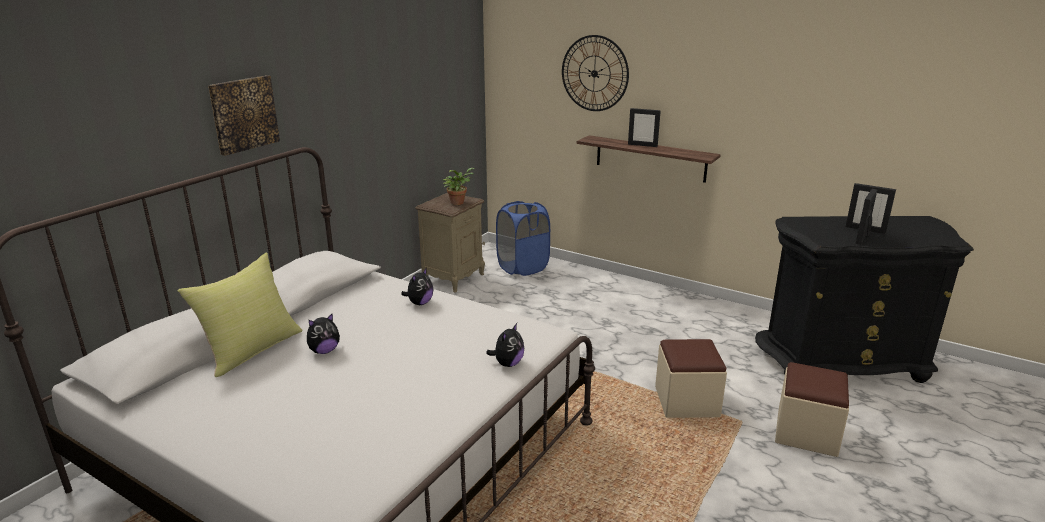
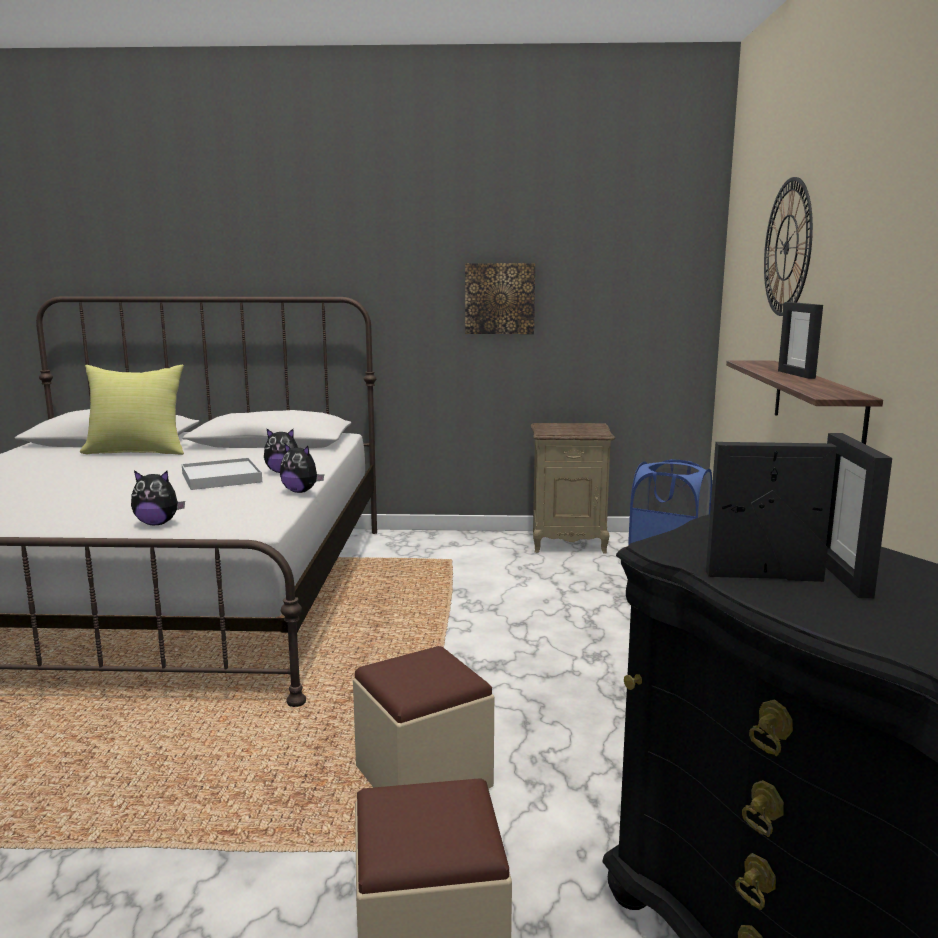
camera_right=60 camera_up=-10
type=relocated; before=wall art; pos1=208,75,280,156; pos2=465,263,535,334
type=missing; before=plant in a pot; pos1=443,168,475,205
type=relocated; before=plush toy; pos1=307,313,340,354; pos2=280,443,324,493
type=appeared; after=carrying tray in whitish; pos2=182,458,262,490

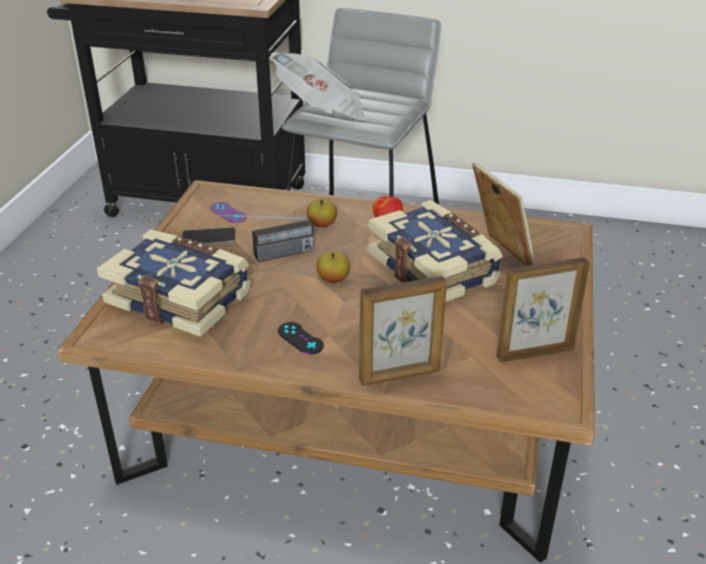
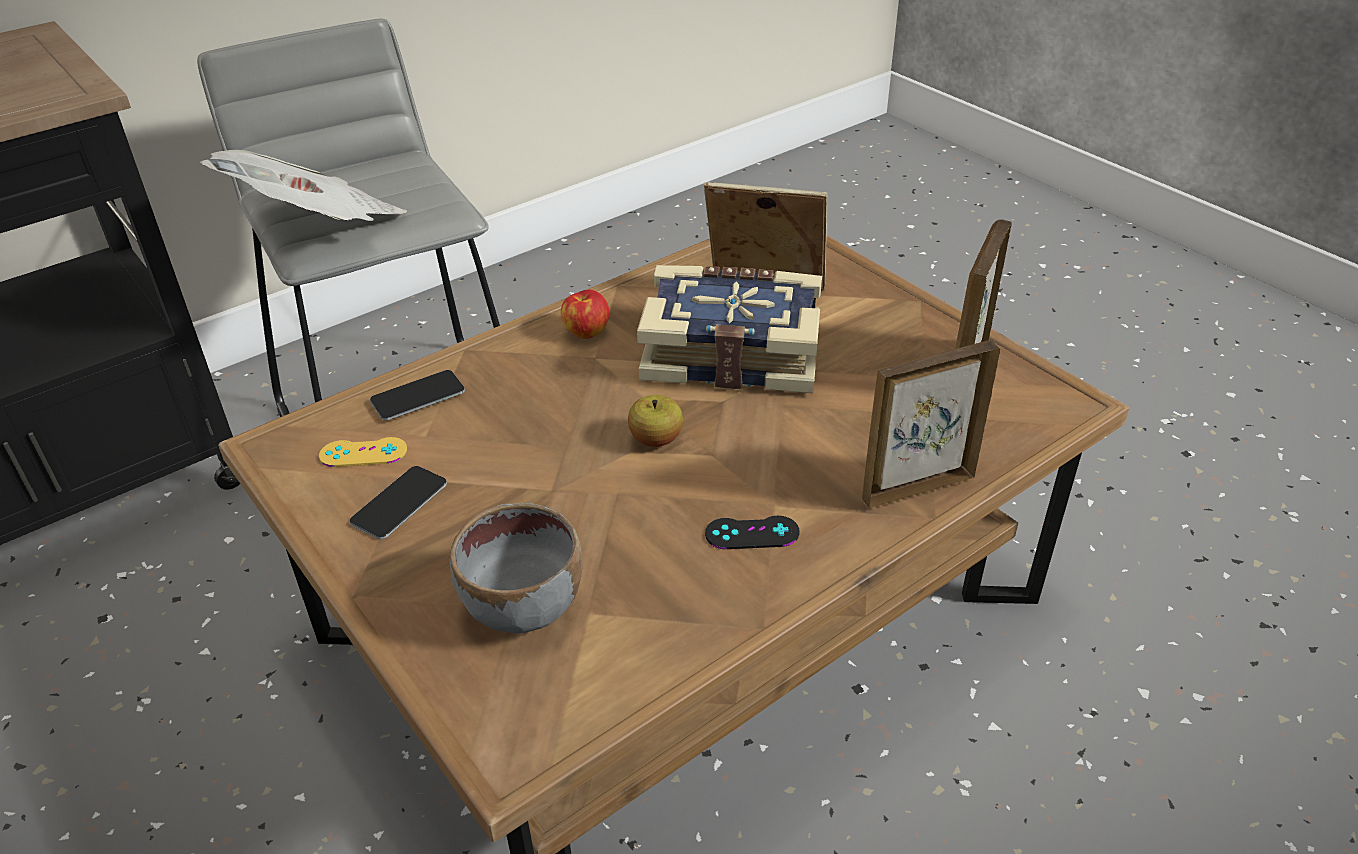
camera_right=-50 camera_up=5
type=missing; before=whole apple; pos1=307,199,337,227
type=colour; before=joypad in purple-coloured; after=joypad in yellowish; pos1=210,202,247,223; pos2=319,437,407,467
type=missing; before=radio; pos1=218,215,314,262
type=exchanged; before=bound book; after=serving bowl in greyish; pos1=97,229,251,337; pos2=449,503,583,634
type=spun; before=photo frame; pos1=359,276,447,386; pos2=862,340,1000,509; turn=-135
type=appeared; after=telephone; pos2=370,370,465,421

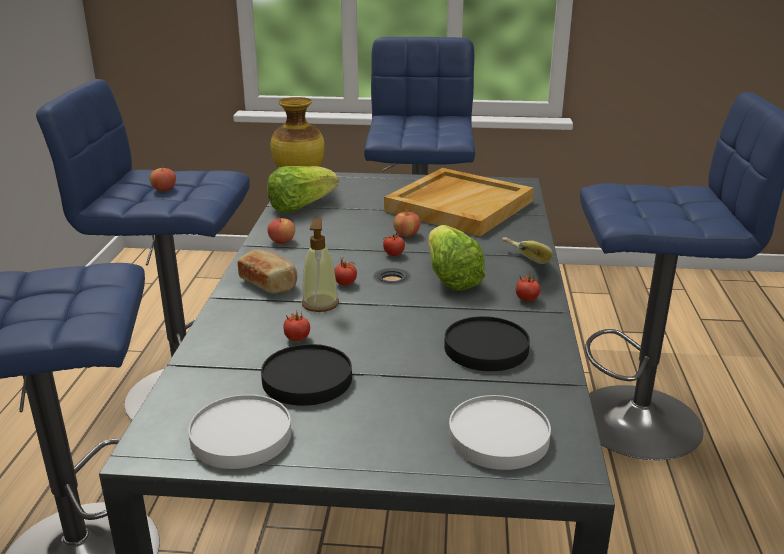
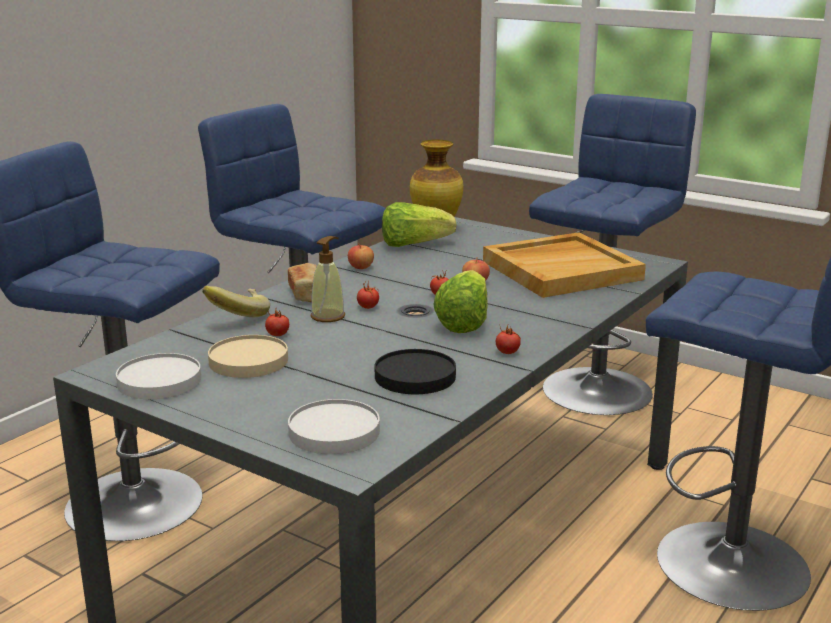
camera_right=30 camera_up=-5
type=missing; before=whole apple; pos1=150,166,176,191
type=relocated; before=banana; pos1=502,237,553,264; pos2=202,286,270,317
type=colour; before=dinner plate in black-coloured; after=dinner plate in beige-coloured; pos1=261,344,352,406; pos2=208,335,288,378

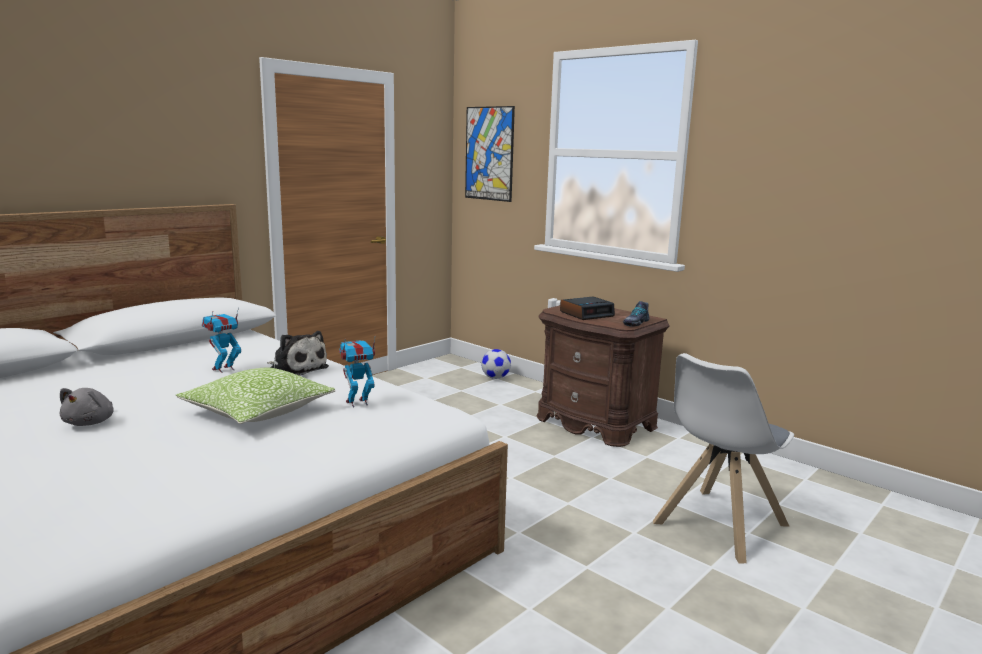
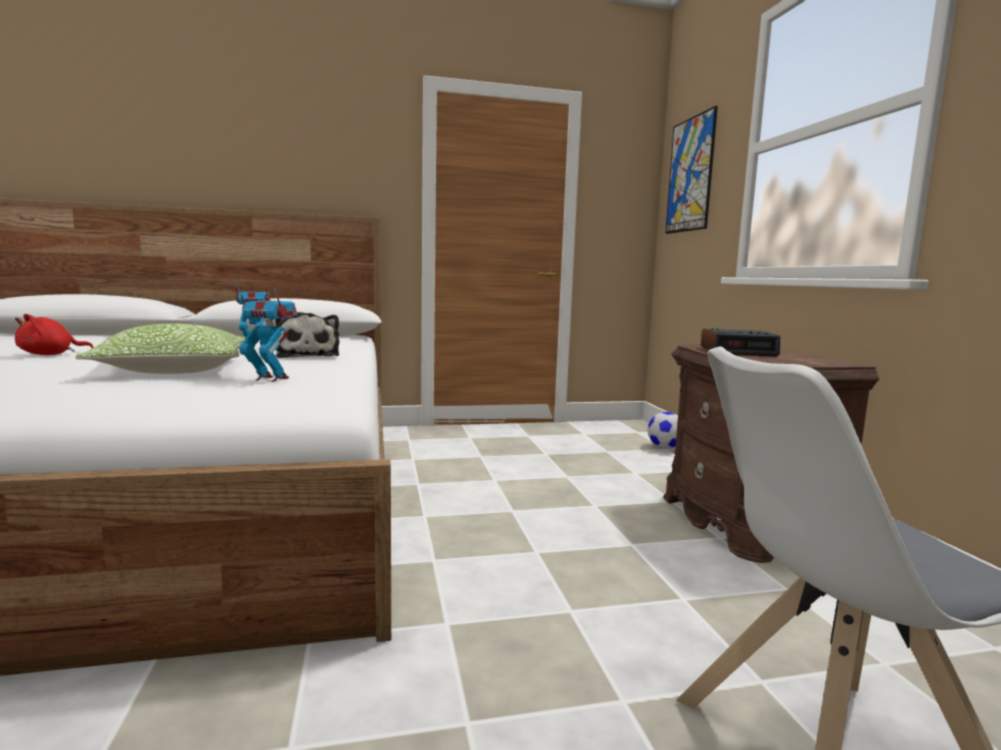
camera_right=35 camera_up=-5
type=missing; before=shoe; pos1=623,301,650,327
type=colour; before=plush toy in greyish; after=plush toy in reddish; pos1=60,388,114,426; pos2=15,314,94,355

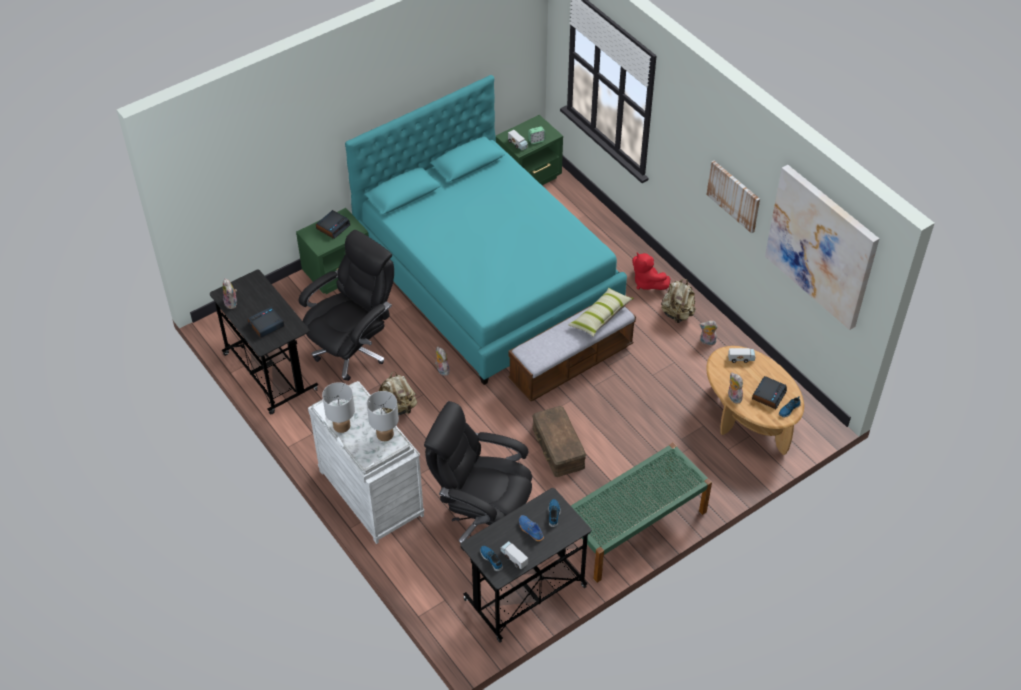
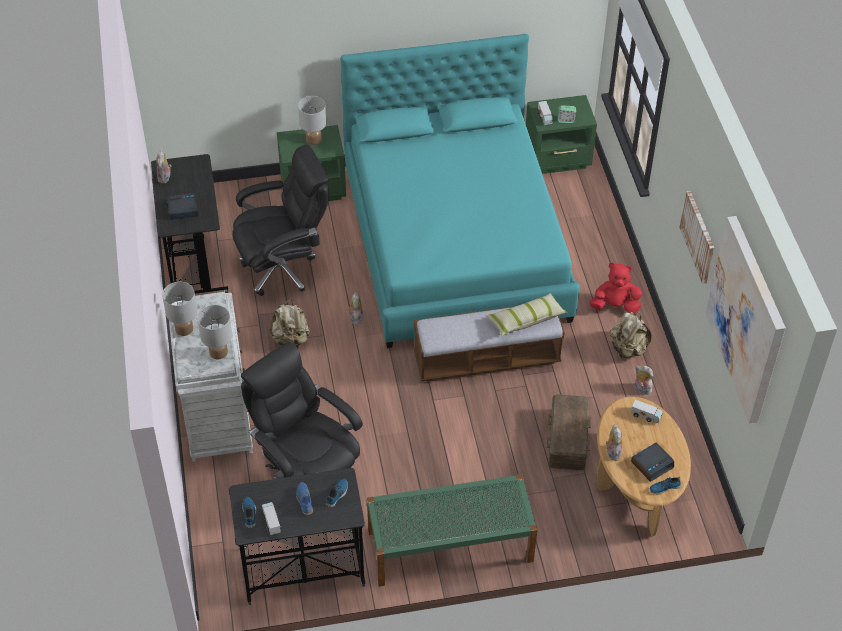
camera_right=25 camera_up=0
type=exchanged; before=bedside clock; after=lamp for a table in greyish; pos1=316,210,350,239; pos2=298,96,326,145
type=spun; before=plush toy in reddish; pos1=632,252,670,290; pos2=589,263,642,313; turn=105
type=relocated; before=storage bin in brown; pos1=533,406,586,477; pos2=547,394,591,470

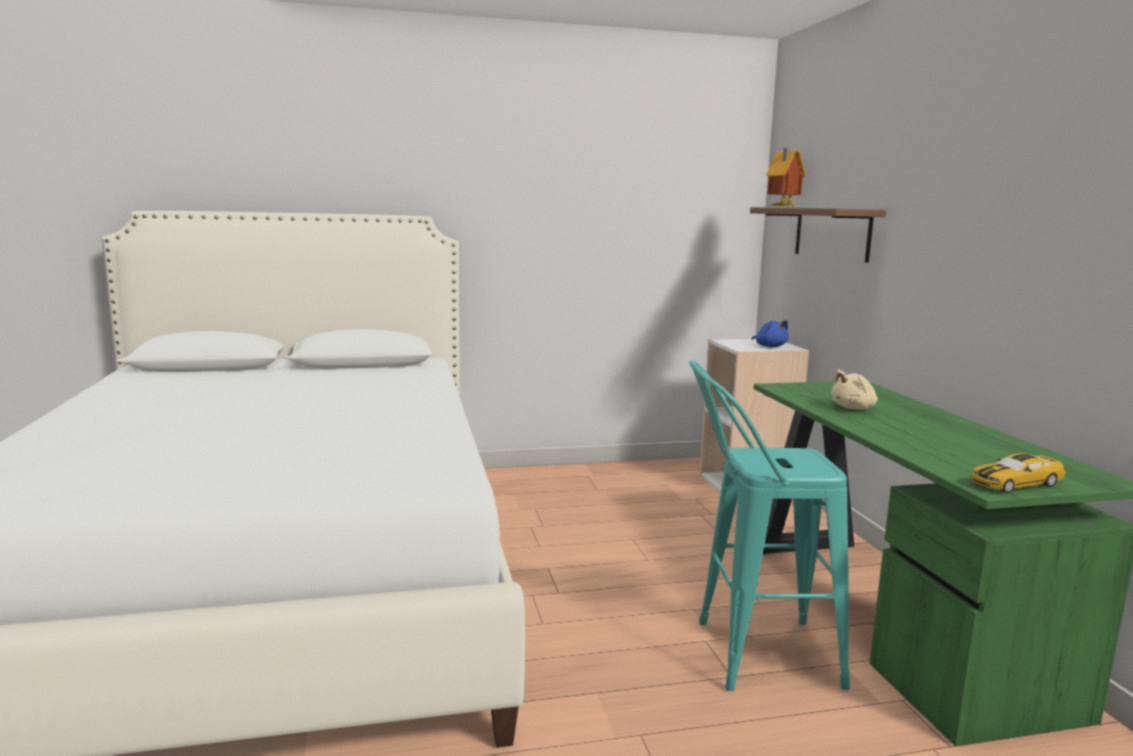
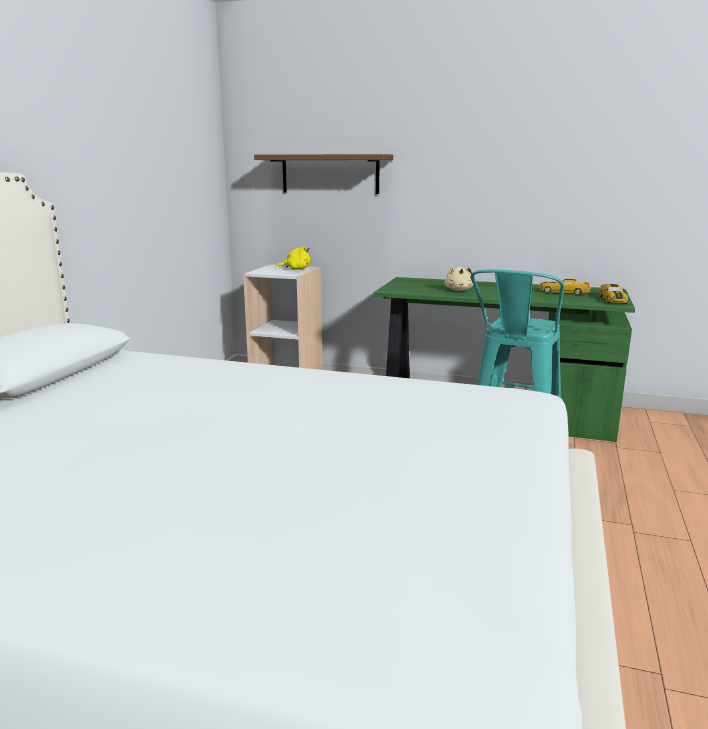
camera_right=-60 camera_up=5
type=missing; before=miniature house; pos1=766,148,806,207
type=colour; before=plush toy in blue-coloured; after=plush toy in yellowish; pos1=752,320,789,347; pos2=276,246,311,270
type=appeared; after=model car; pos2=539,279,591,296

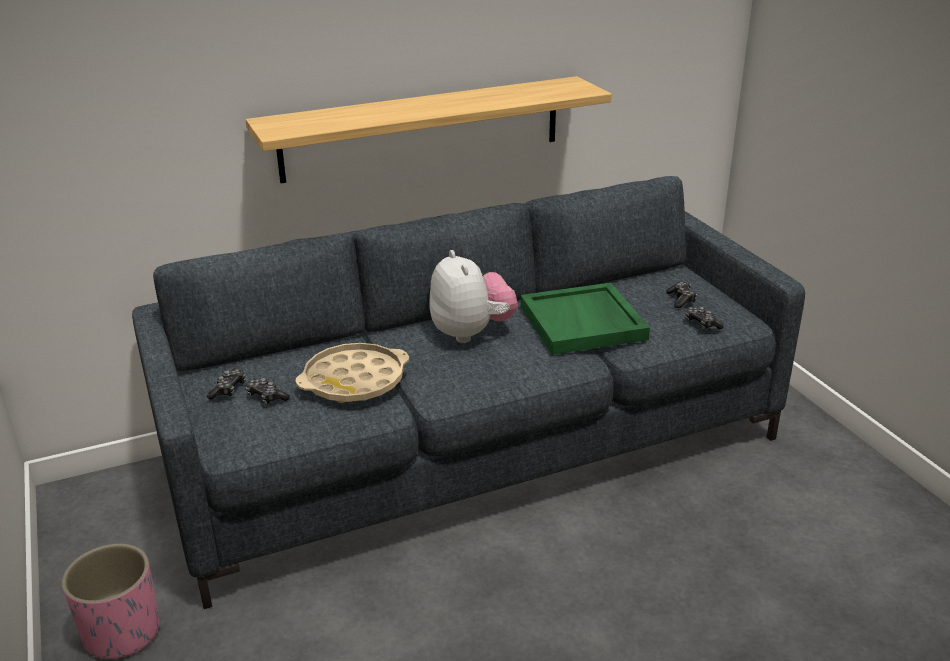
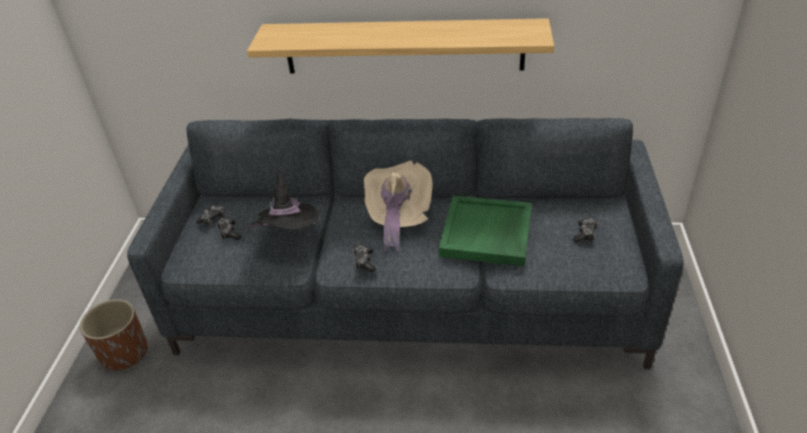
camera_right=30 camera_up=10
type=exchanged; before=plush toy; after=clothing hat in beige-coloured; pos1=430,250,517,343; pos2=364,161,433,251
type=relocated; before=joypad; pos1=685,307,724,330; pos2=353,245,376,272
type=exchanged; before=carrying tray in beige-coloured; after=clothing hat in black-coloured; pos1=295,343,409,403; pos2=246,173,319,230
type=colour; before=plant pot in pink-coloured; after=plant pot in brown; pos1=62,544,160,659; pos2=80,299,148,371

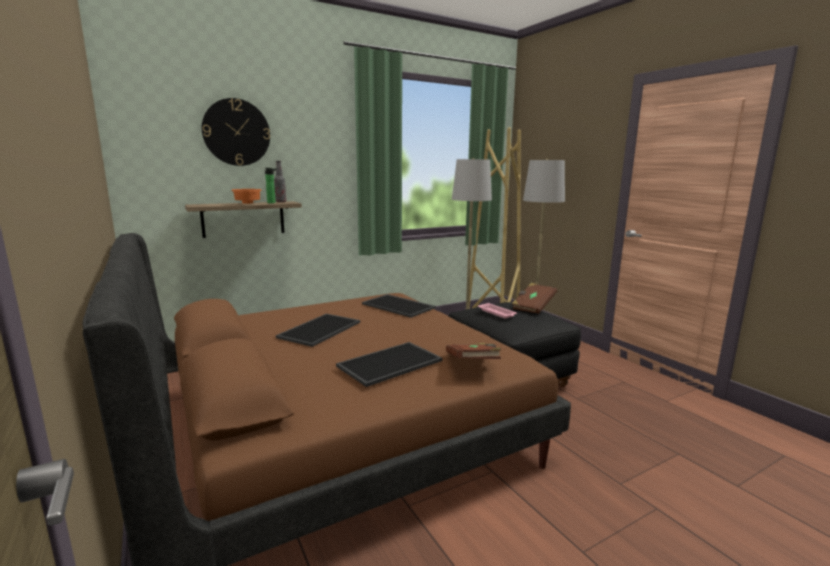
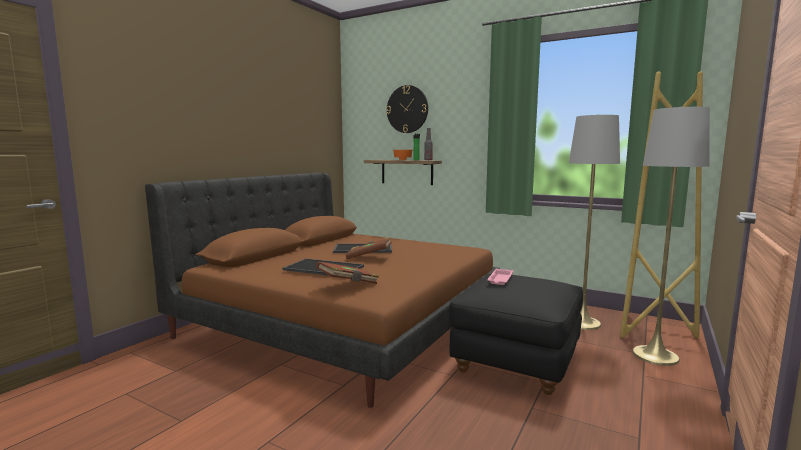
camera_right=60 camera_up=-5
type=relocated; before=bound book in brown; pos1=512,283,557,314; pos2=346,237,392,259
type=missing; before=carrying tray; pos1=362,294,435,318

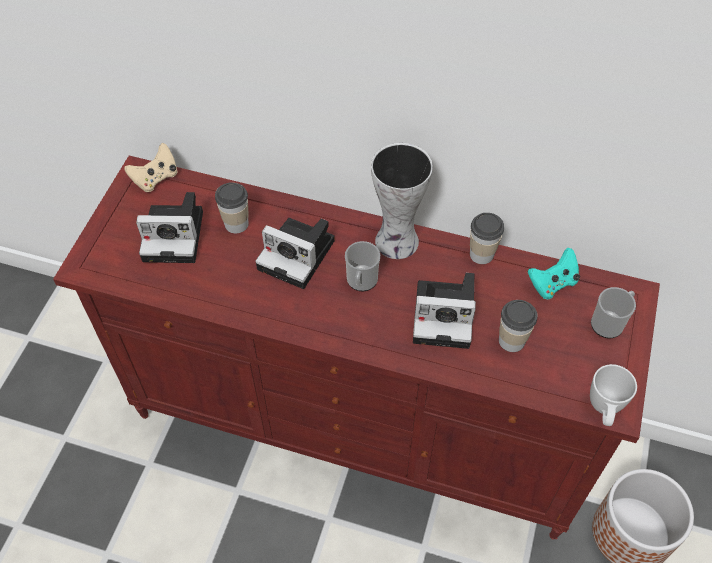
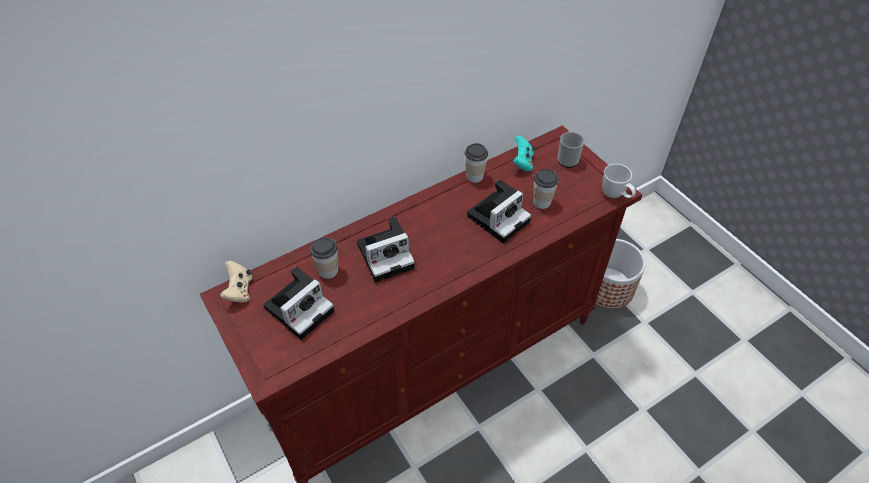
camera_right=-50 camera_up=-5
type=missing; before=vase; pos1=371,143,433,259
type=missing; before=mug; pos1=345,241,380,291

